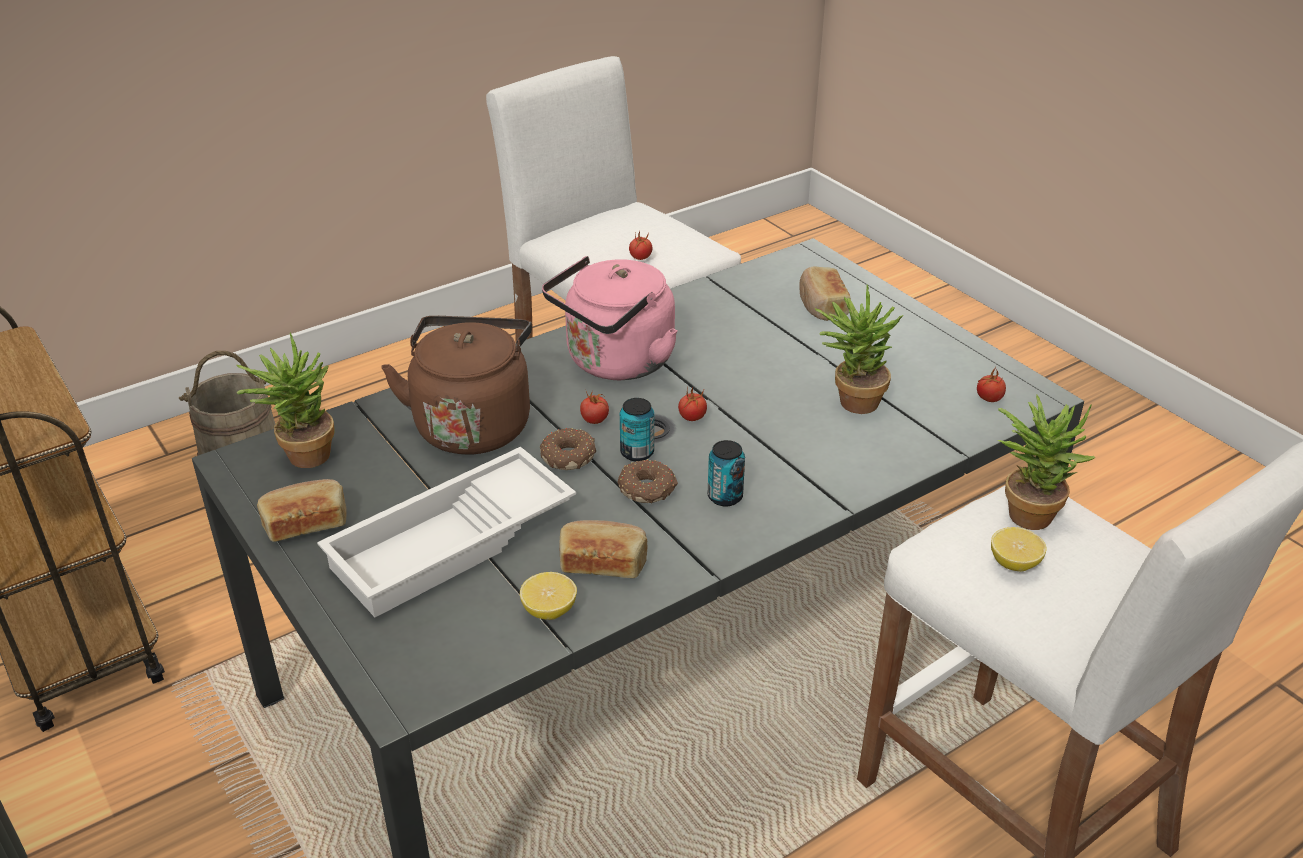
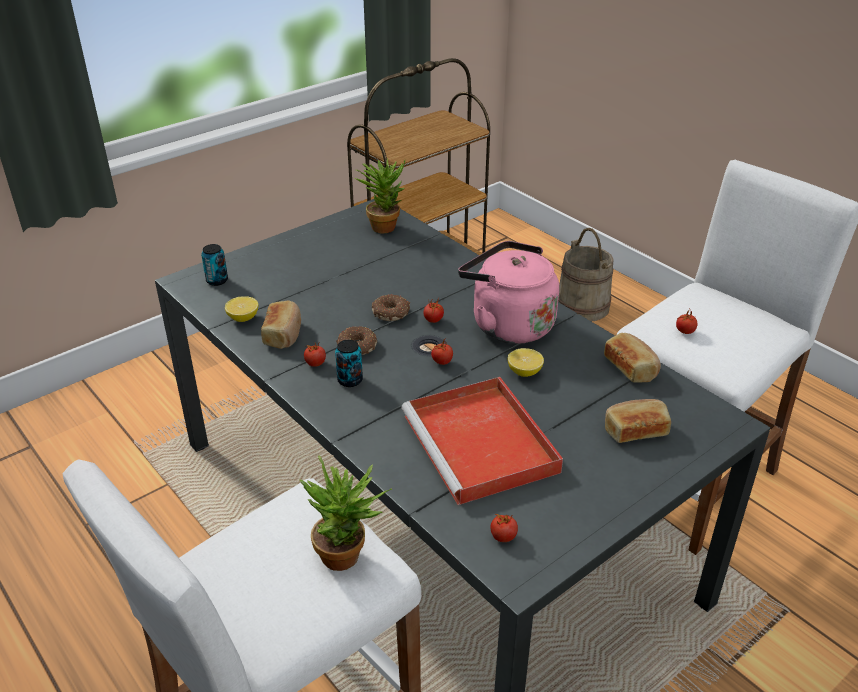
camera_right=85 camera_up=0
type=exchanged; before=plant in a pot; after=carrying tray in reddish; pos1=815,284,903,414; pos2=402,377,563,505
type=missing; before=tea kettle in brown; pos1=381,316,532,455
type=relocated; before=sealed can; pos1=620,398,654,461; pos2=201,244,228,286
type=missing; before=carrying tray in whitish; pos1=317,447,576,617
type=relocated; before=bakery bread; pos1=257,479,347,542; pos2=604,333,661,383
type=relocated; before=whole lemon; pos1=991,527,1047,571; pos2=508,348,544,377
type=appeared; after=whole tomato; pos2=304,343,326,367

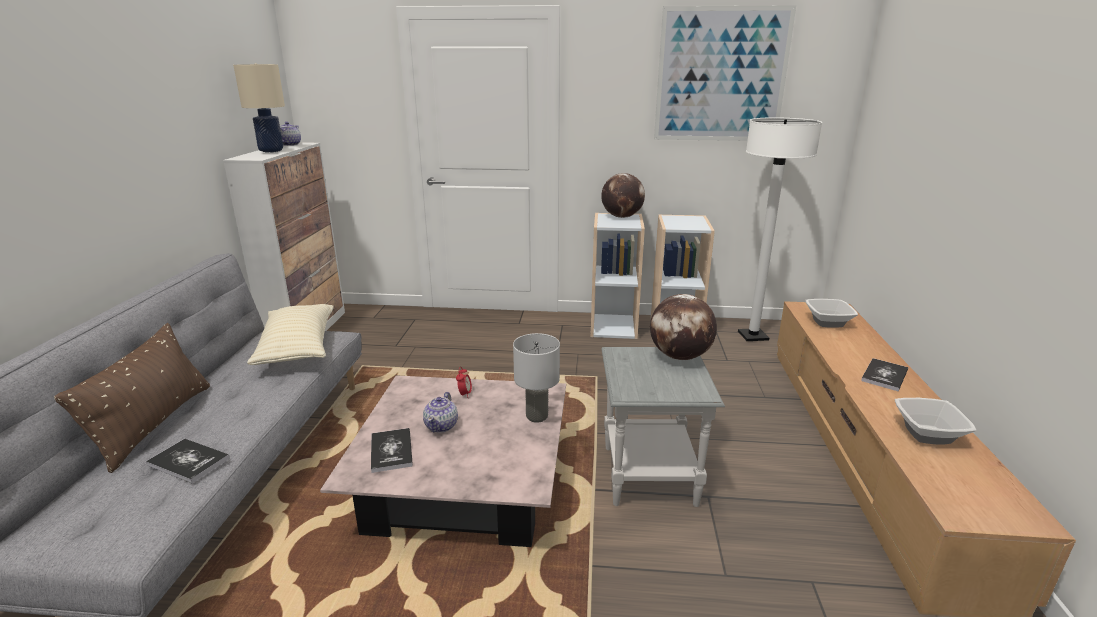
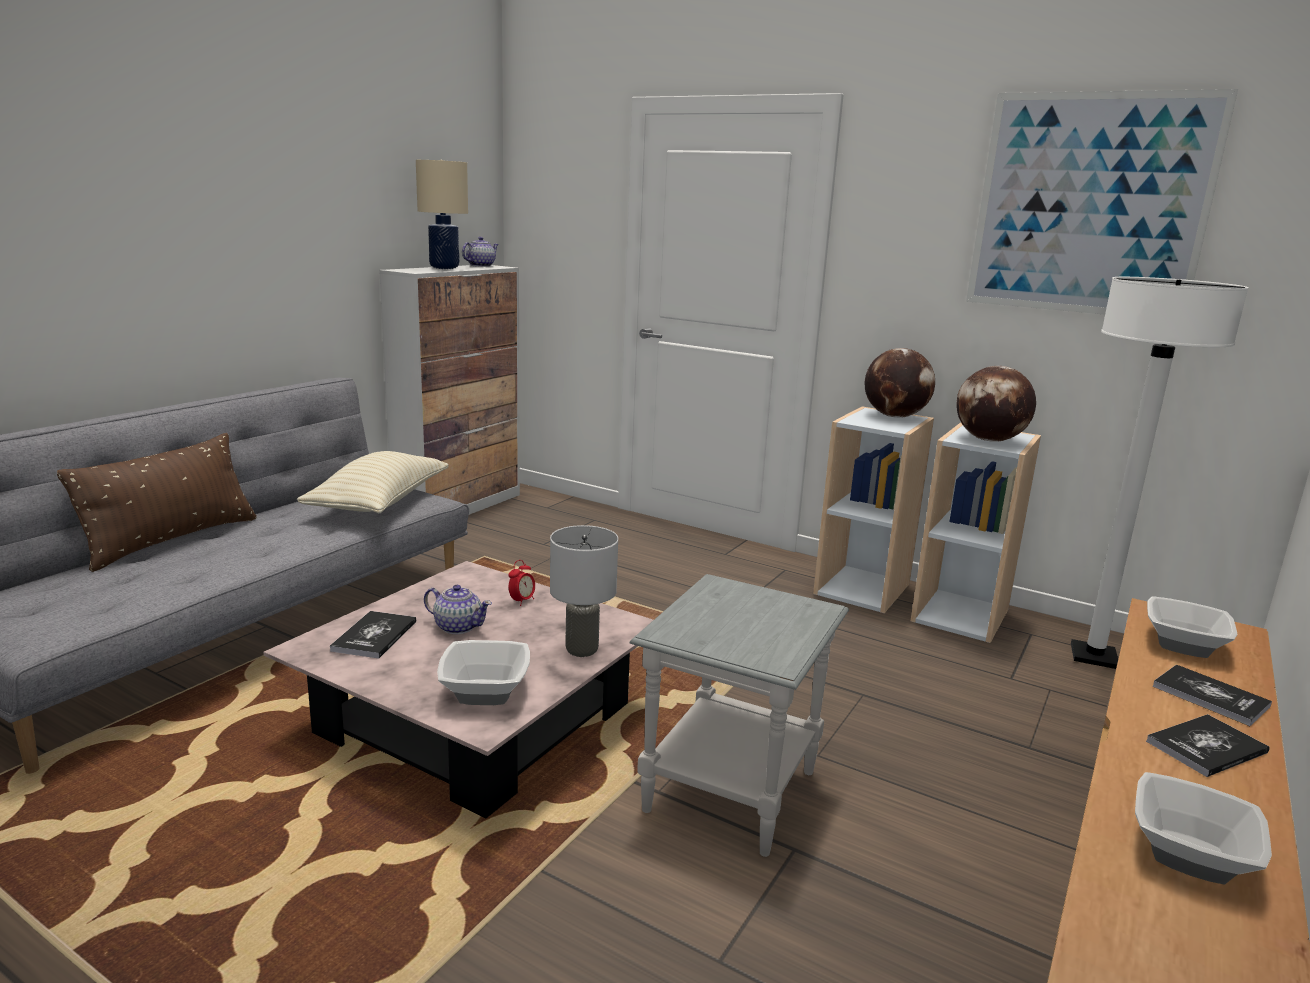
camera_right=25 camera_up=-5
type=relocated; before=desk globe; pos1=650,294,717,360; pos2=956,366,1036,442
type=spun; before=pot for tea; pos1=423,392,458,433; pos2=424,585,492,634; turn=-105
type=relocated; before=bound book; pos1=146,439,230,483; pos2=1152,664,1272,726
type=appeared; after=serving bowl; pos2=437,640,530,705

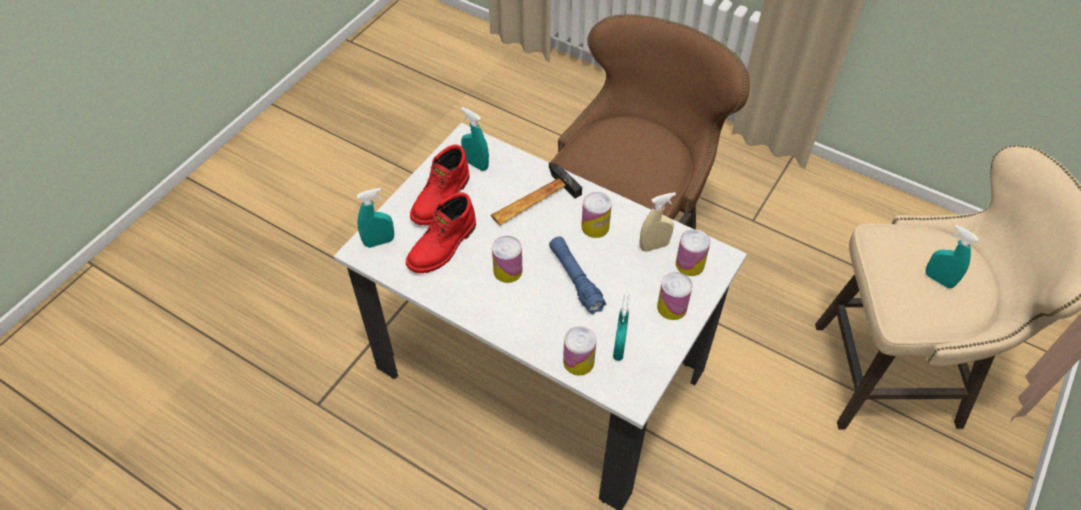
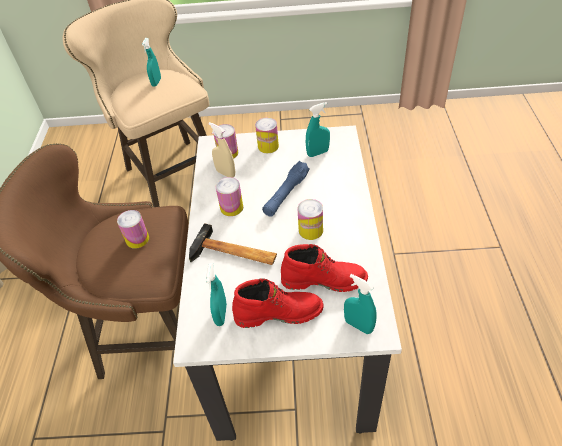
camera_right=-120 camera_up=-5
type=relocated; before=sealed can; pos1=563,326,597,375; pos2=117,210,149,249

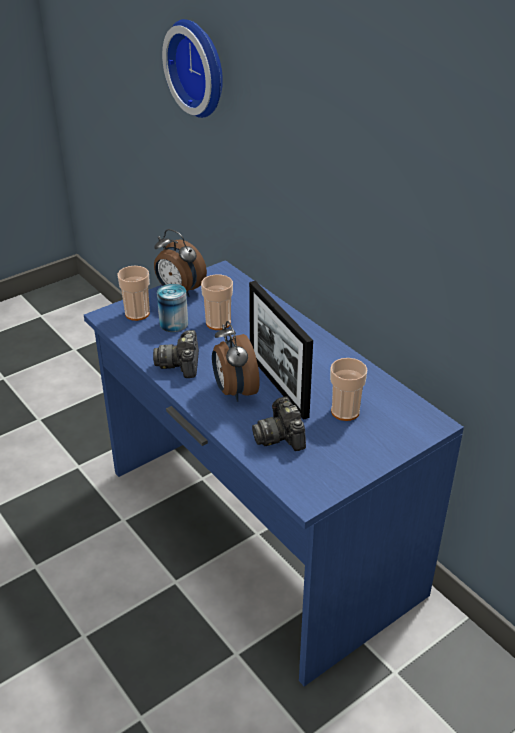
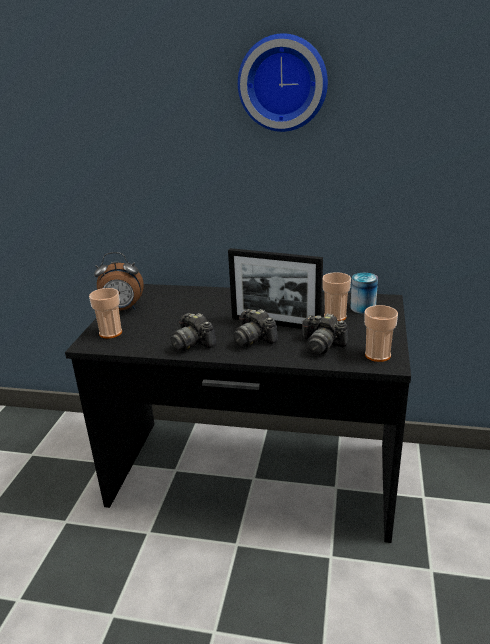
camera_right=-40 camera_up=-10
type=relocated; before=wall clock; pos1=162,19,223,118; pos2=238,33,328,132
type=colour; before=desk table in blue-coloured; after=desk table in black-coloured; pos1=84,260,464,687; pos2=65,284,411,543
type=relocated; before=drinking cup; pos1=201,274,233,330; pos2=364,305,398,362
type=relocated; before=sealed can; pos1=157,284,188,332; pos2=350,273,378,314
type=exchanged; before=bedside clock; after=photo camera; pos1=212,321,260,402; pos2=233,309,278,347

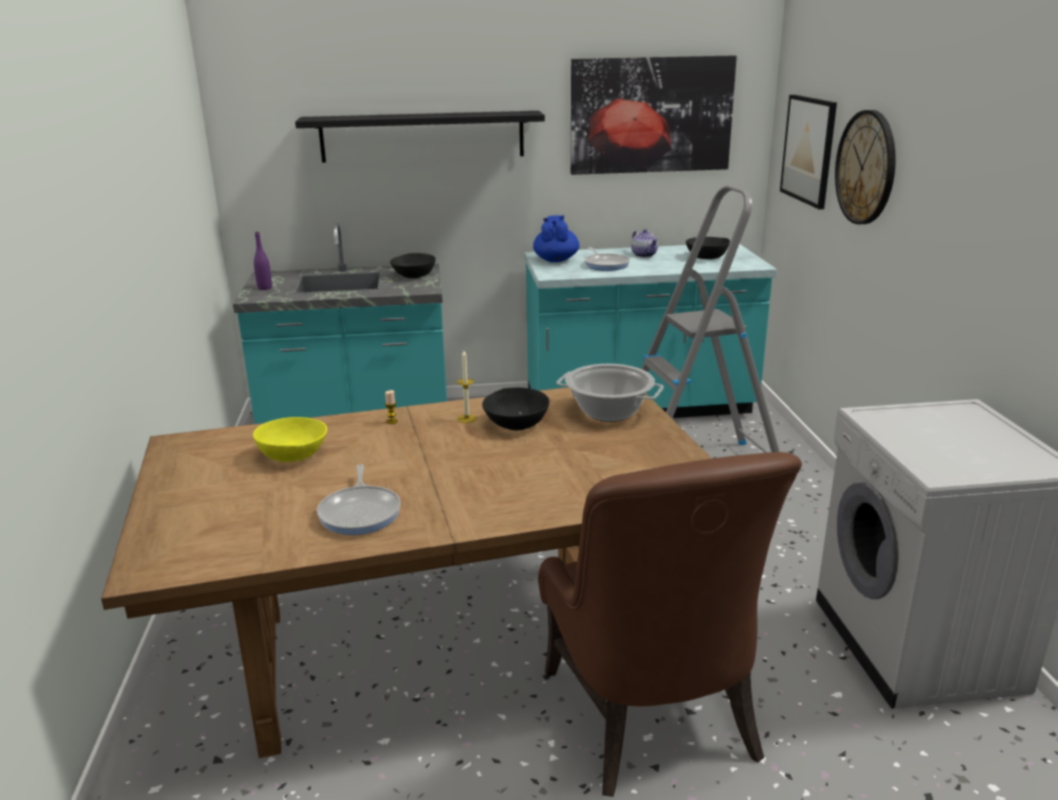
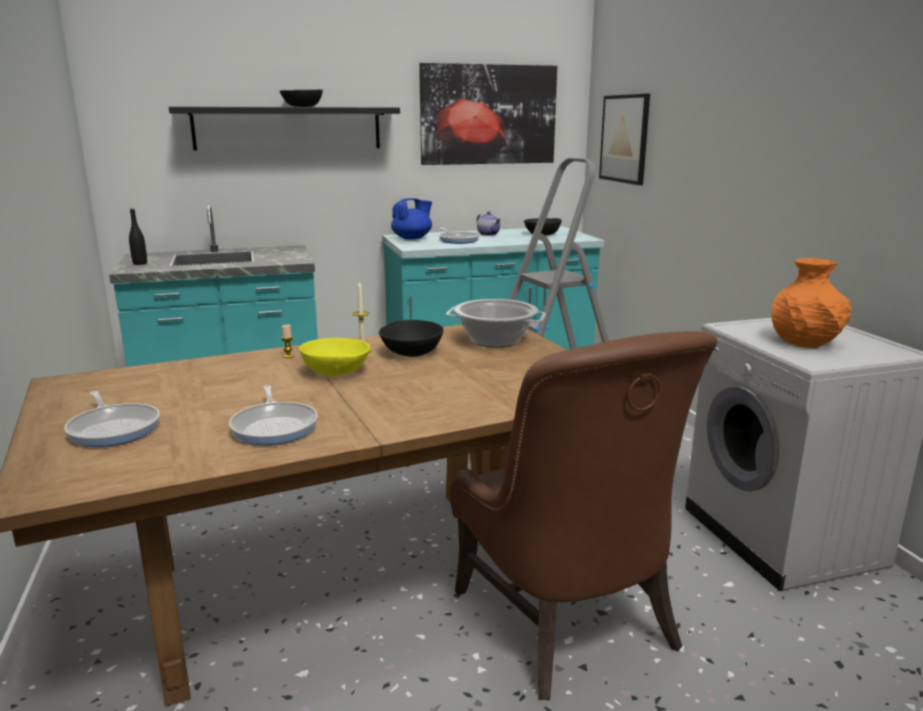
camera_right=-10 camera_up=-5
type=missing; before=wall clock; pos1=835,110,896,224
type=spun; before=pot for tea in blue-coloured; pos1=533,215,579,262; pos2=391,198,432,240; turn=60
type=colour; before=beverage bottle in purple-coloured; after=beverage bottle in black-coloured; pos1=254,232,272,290; pos2=129,209,147,265
type=relocated; before=serving bowl in black-coloured; pos1=390,253,436,278; pos2=280,90,323,107
type=relocated; before=serving bowl in yellowish; pos1=253,417,327,462; pos2=299,338,370,376
type=appeared; after=vase in orange; pos2=771,258,851,348
type=appeared; after=pan; pos2=64,391,160,447

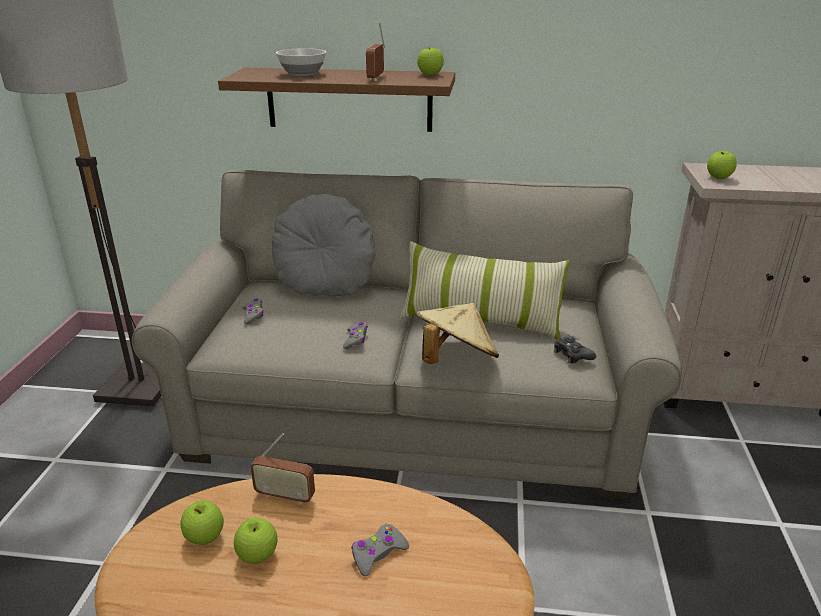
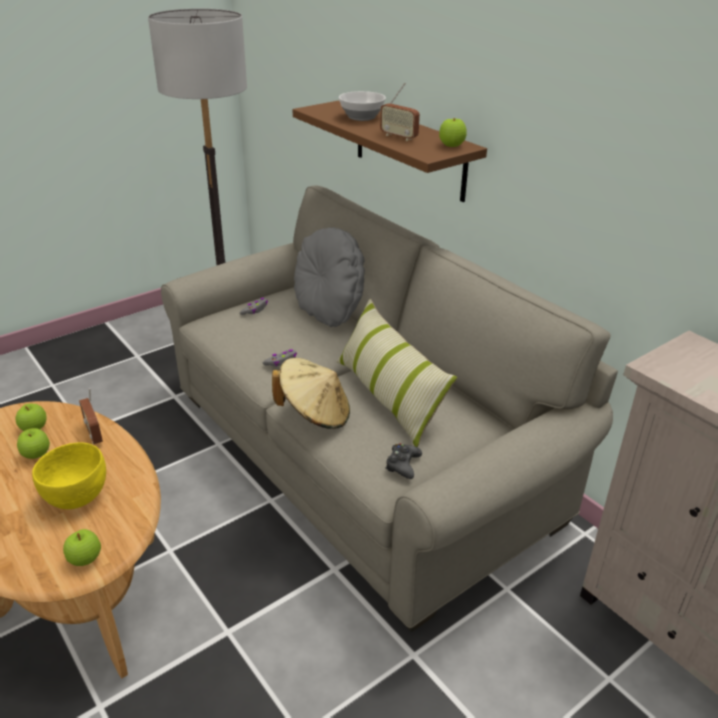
camera_right=45 camera_up=5
type=spun; before=radio; pos1=366,22,385,81; pos2=380,83,420,141; turn=-105
type=relocated; before=whole apple; pos1=707,151,737,179; pos2=63,529,101,566
type=exchanged; before=joypad in greyish; after=serving bowl in yellowish; pos1=351,524,409,576; pos2=32,442,106,509

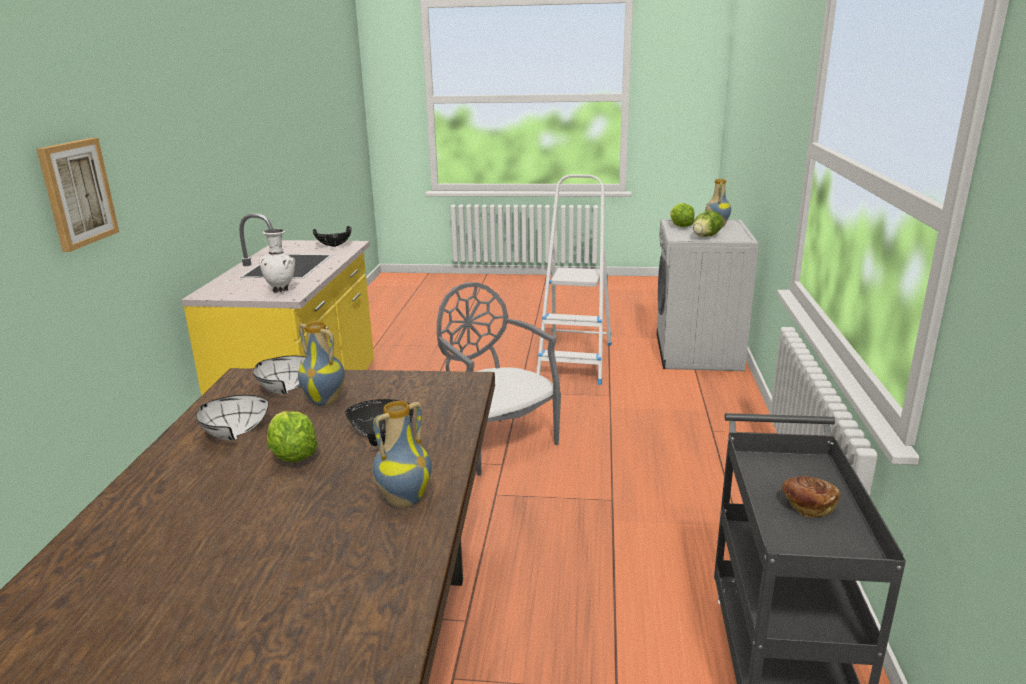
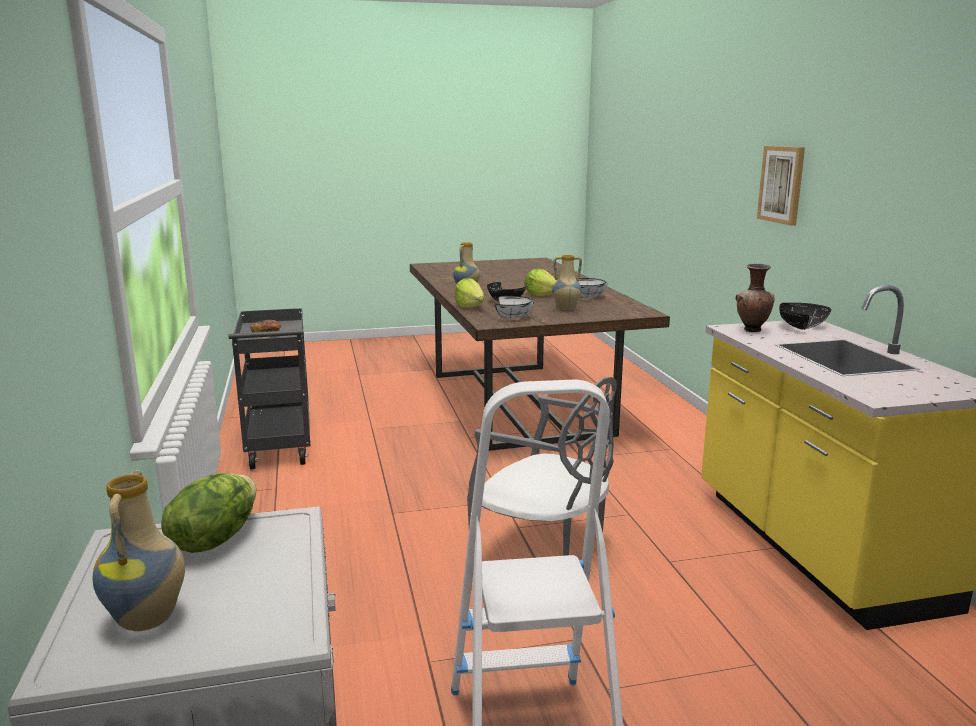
camera_right=160 camera_up=-5
type=relocated; before=lettuce head; pos1=670,203,695,227; pos2=454,278,484,308
type=relocated; before=serving bowl in black-coloured; pos1=313,226,352,247; pos2=779,303,831,330
type=colour; before=vase in whitish; after=vase in brown; pos1=260,229,295,294; pos2=736,264,775,332
type=relocated; before=serving bowl in whitish; pos1=253,356,306,394; pos2=495,296,534,319

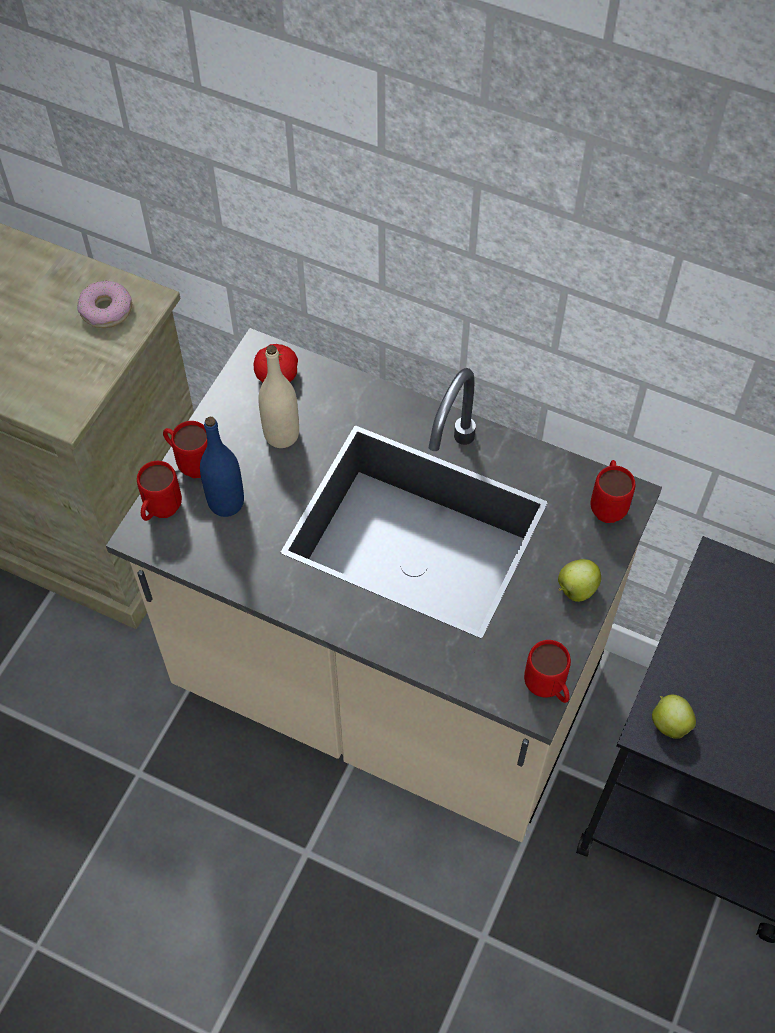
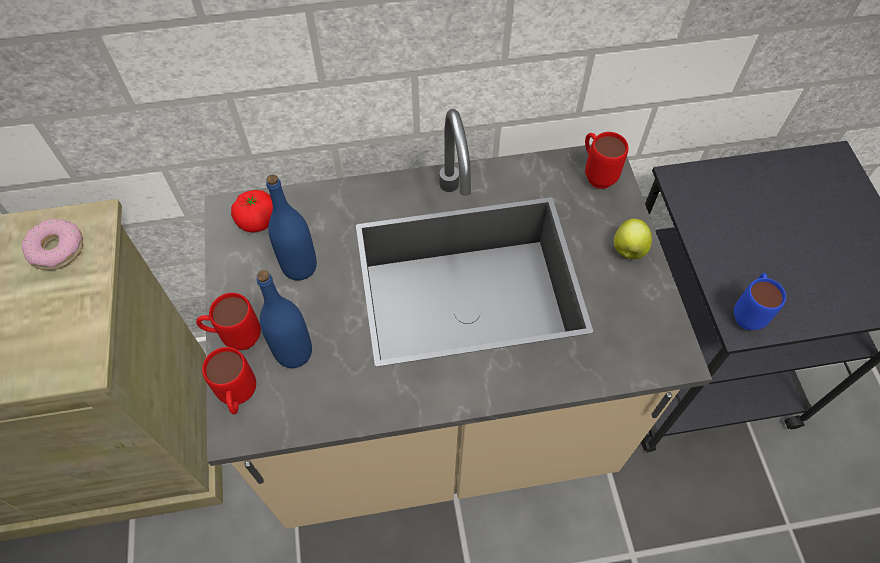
camera_right=-35 camera_up=0
type=colour; before=beverage bottle in beige-coloured; after=beverage bottle in blue-coloured; pos1=258,345,299,448; pos2=266,174,317,281
type=missing; before=mug in reddish; pos1=524,640,571,703
type=exchanged; before=whole apple; after=mug in blue-coloured; pos1=652,694,696,739; pos2=734,273,786,330

